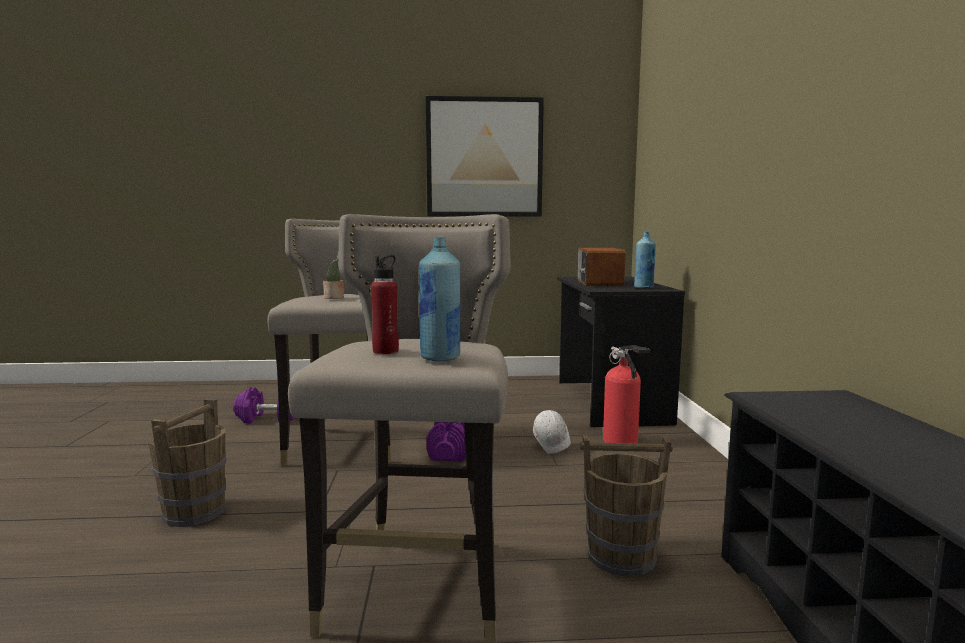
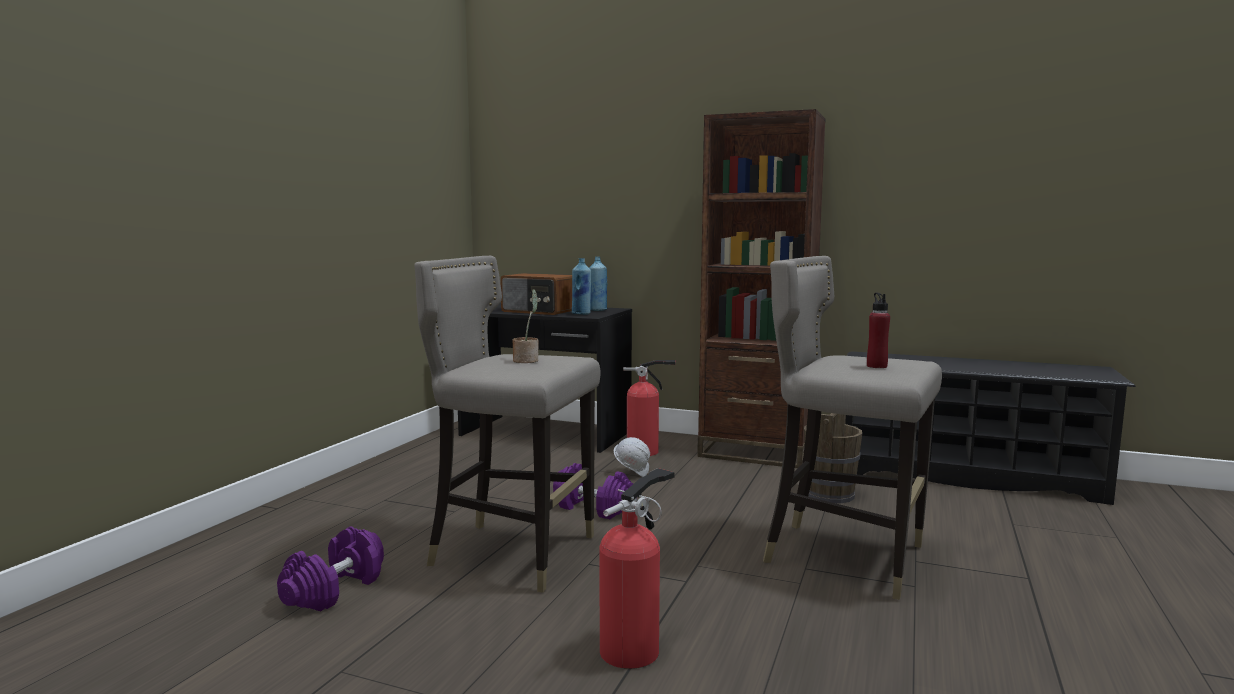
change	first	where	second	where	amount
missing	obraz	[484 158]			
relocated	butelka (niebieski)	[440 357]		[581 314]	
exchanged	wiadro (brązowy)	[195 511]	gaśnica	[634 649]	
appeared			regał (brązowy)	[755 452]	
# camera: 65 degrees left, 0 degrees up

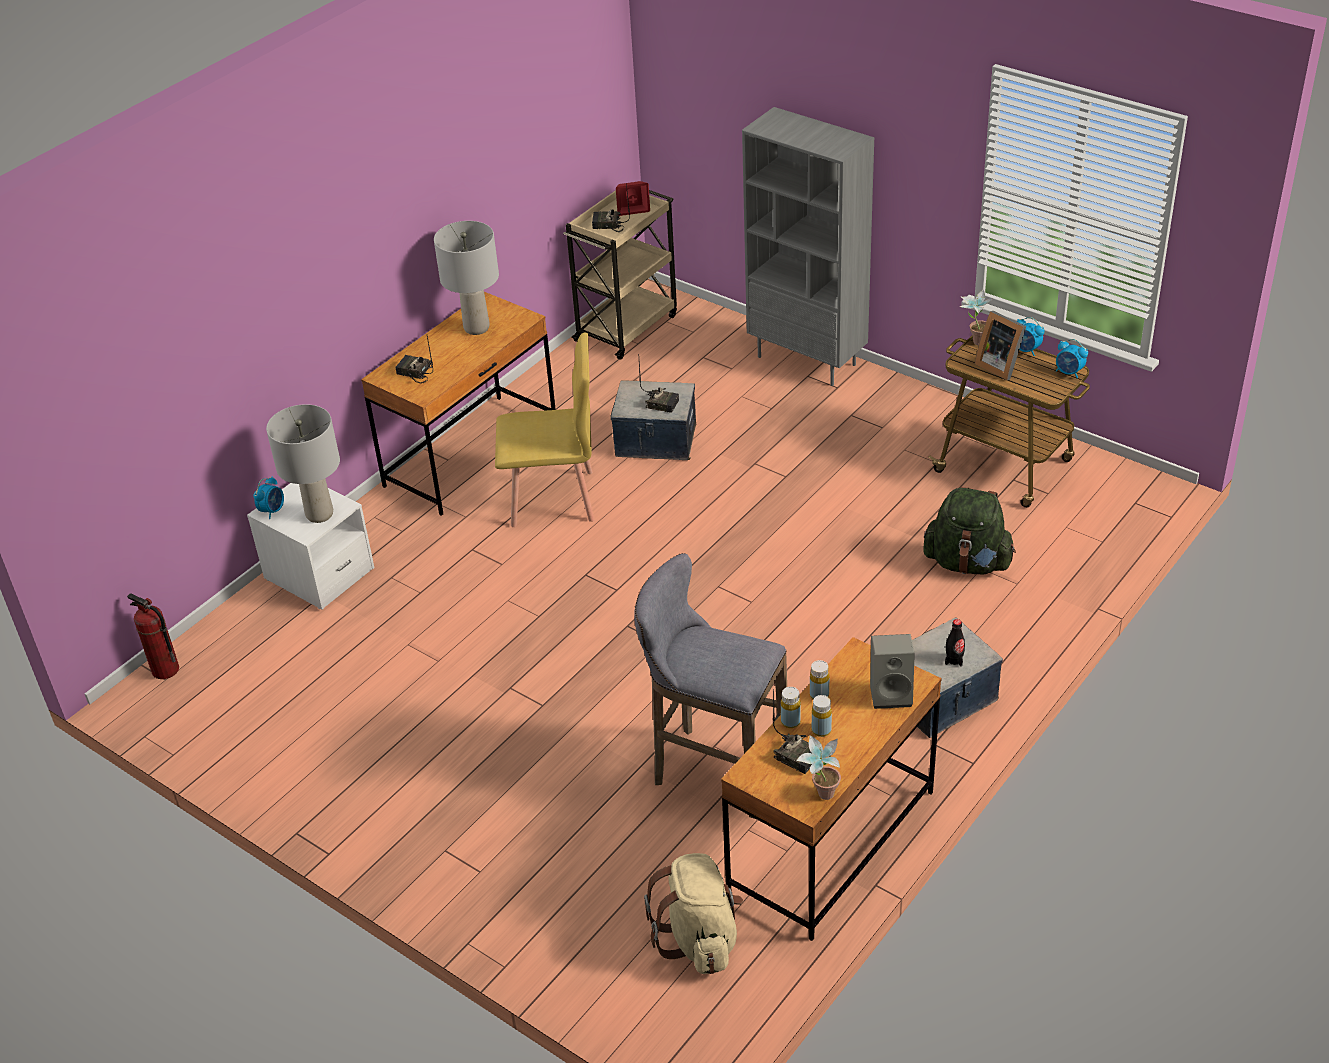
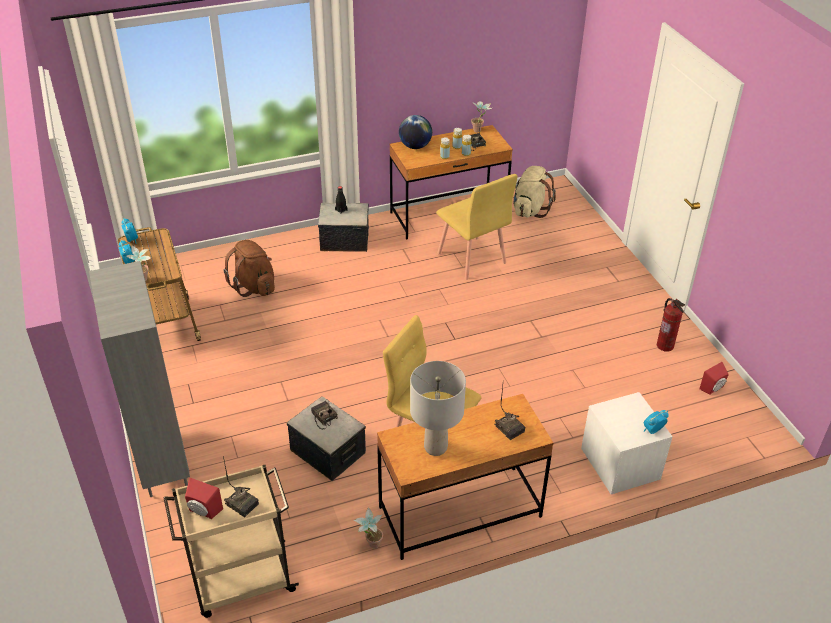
change	first	where	second	where	amount
missing	ramka na zdjęcie	[1000 365]			
missing	lampa stołowa (szary)	[319 514]			
colour	plecak (zielony)	[967 563]	plecak (brązowy)	[254 286]	
exchanged	stołek (szary)	[714 769]	krzesło (żółty)	[471 258]	
relocated	gaśnica	[165 670]		[665 346]	
exchanged	głośnik (szary)	[891 693]	globus	[415 146]	
appeared			głośnik (czerwony)	[713 388]	
appeared			roślina doniczkowa	[370 545]	
# camera: 150 degrees left, 0 degrees up

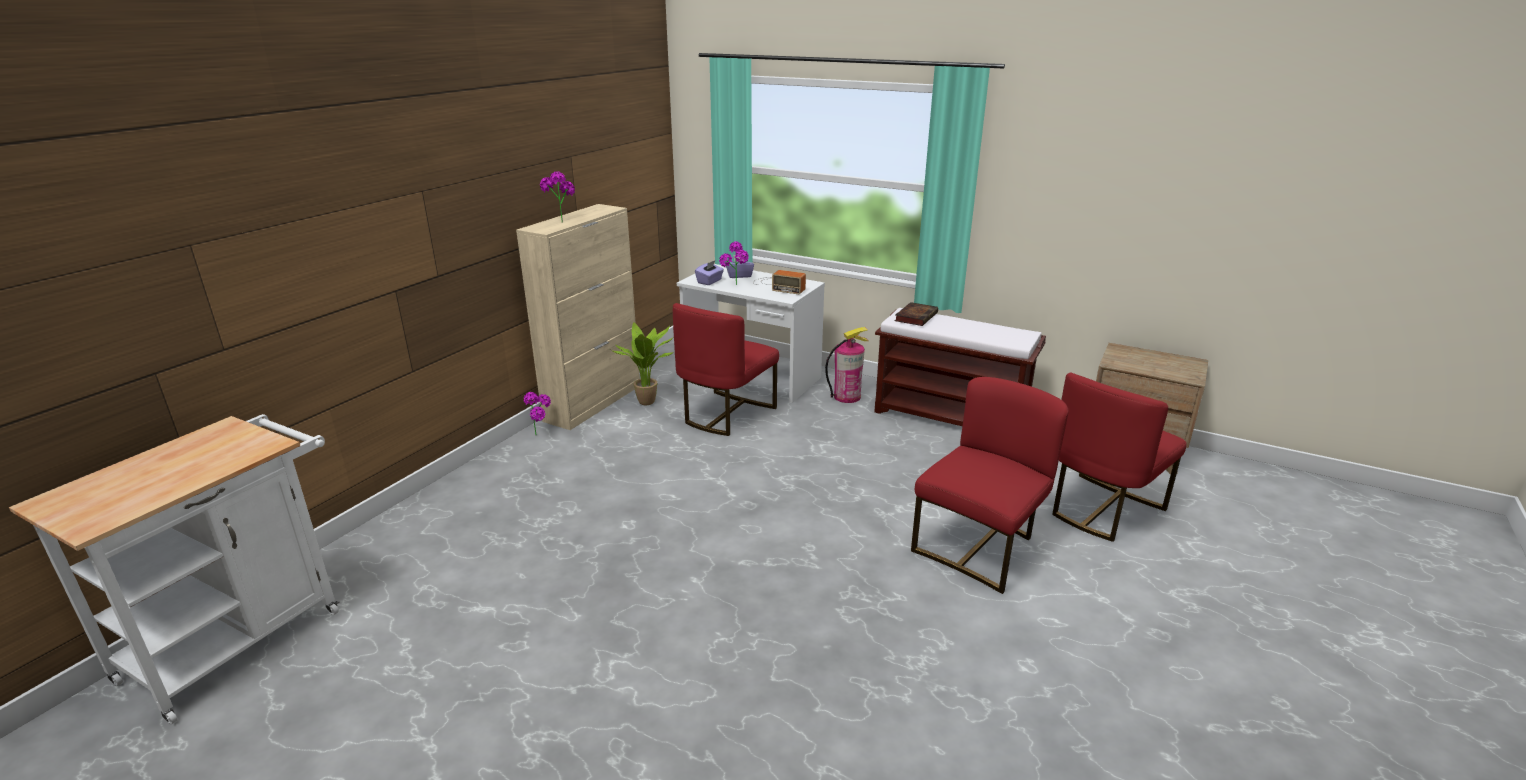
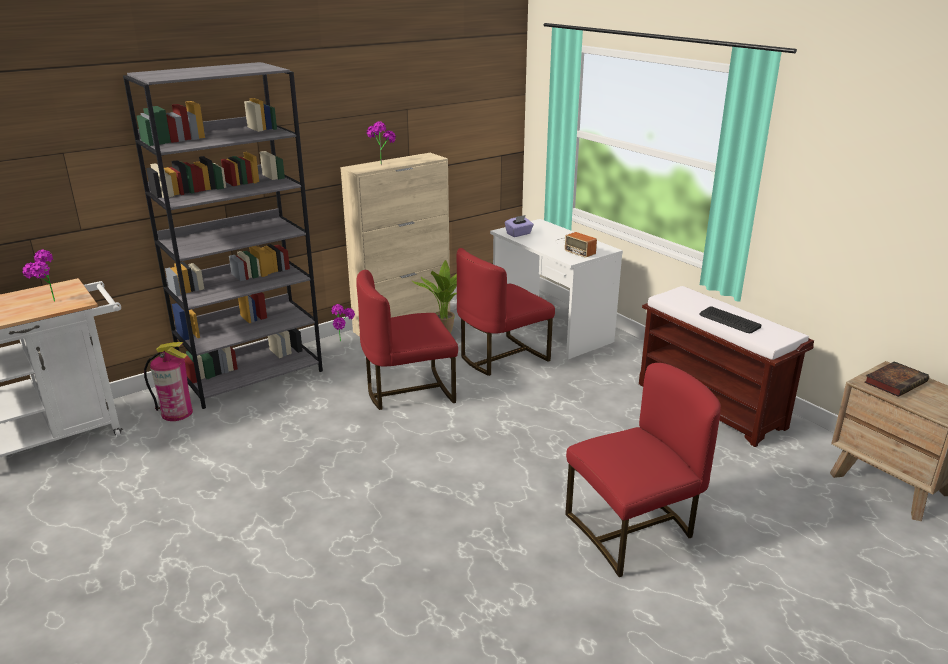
change	first	where	second	where	amount
relocated	roślina doniczkowa	[735 286]		[48 303]	
missing	pudełko chusteczek (fioletowy)	[739 275]			
relocated	książka	[916 317]		[895 382]	
relocated	gaśnica	[847 396]		[177 413]	
relocated	krzesło (czerwony)	[1101 509]		[408 391]	
appeared			regał (szary)	[253 376]	
appeared			klawiatura	[729 321]	
# camera: 25 degrees right, 0 degrees up

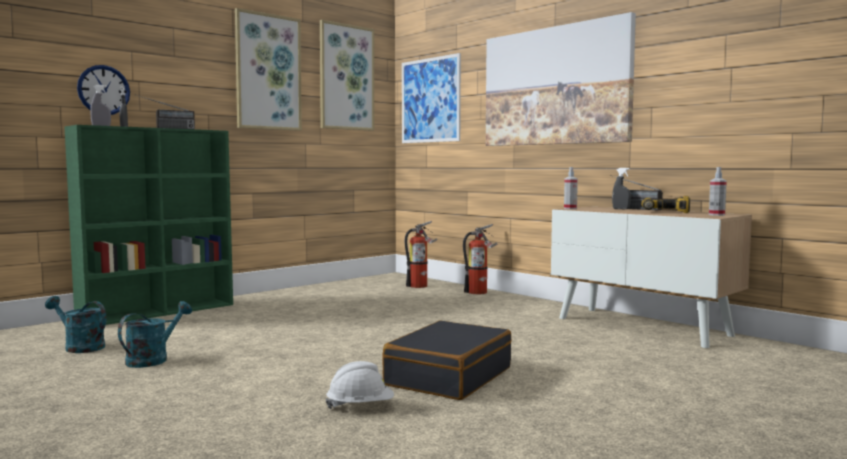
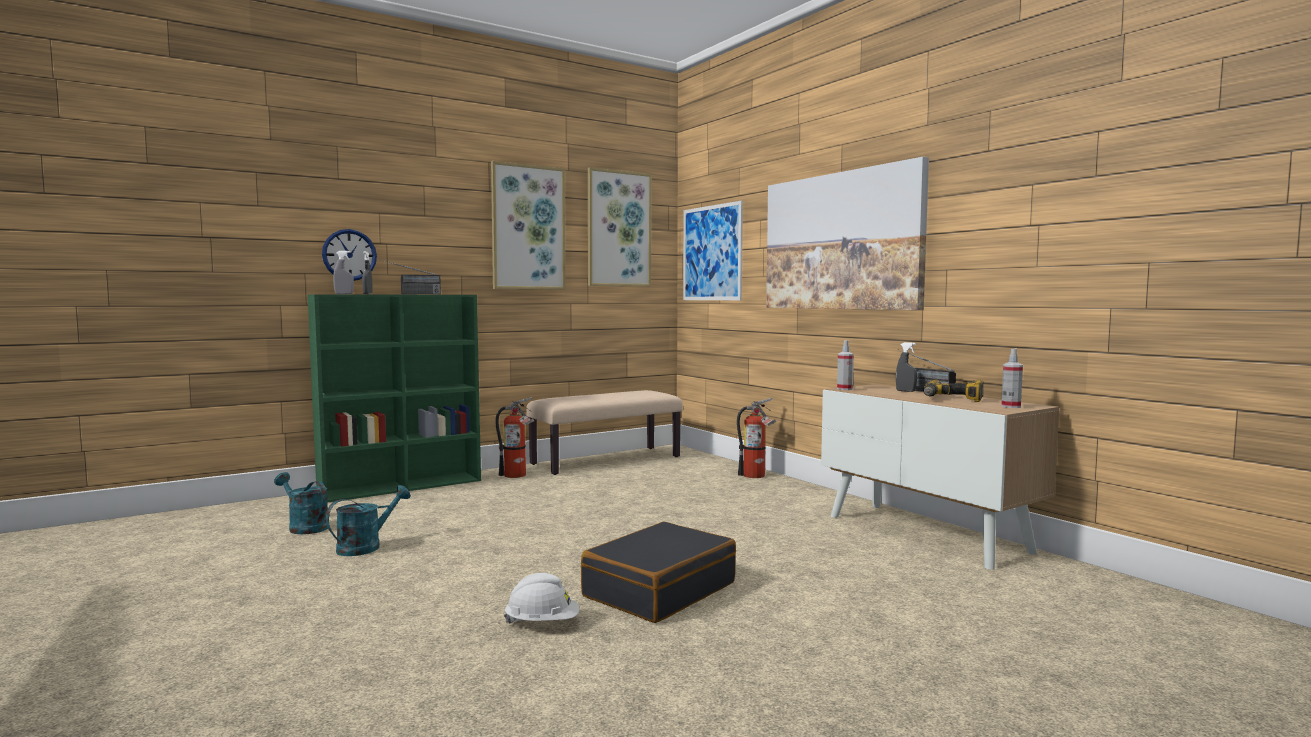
change	first	where	second	where	amount
relocated	gaśnica	[421 286]		[518 475]	
appeared			ławka (beżowy)	[606 460]	
# camera: 10 degrees right, 0 degrees up

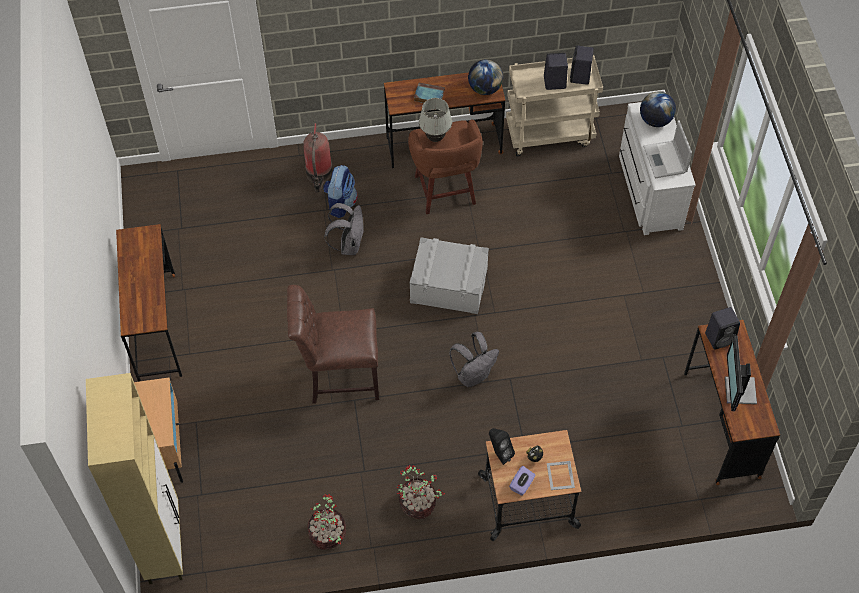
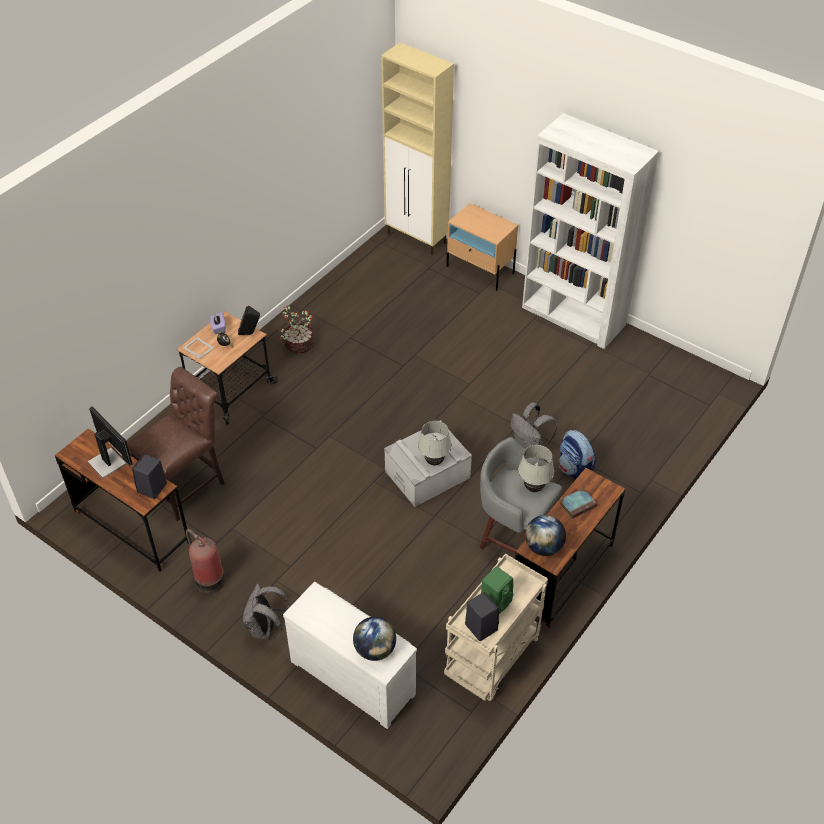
change	first	where	second	where	amount
colour	głośnik (czarny)	[553 82]	głośnik (zielony)	[496 601]	
colour	stołek (brązowy)	[445 192]	stołek (szary)	[513 539]	
missing	laptop	[665 160]			
relocated	gaśnica	[319 175]		[208 579]	
exchanged	biurko (brązowy)	[157 327]	regał (biały)	[573 317]	
relocated	krzesło (brązowy)	[339 376]		[187 485]	
relocated	plecak (szary)	[473 375]		[265 629]	
missing	roślina doniczkowa	[328 534]			
appeared			lampa stołowa (biały)	[434 462]	
# camera: 135 degrees right, 10 degrees down

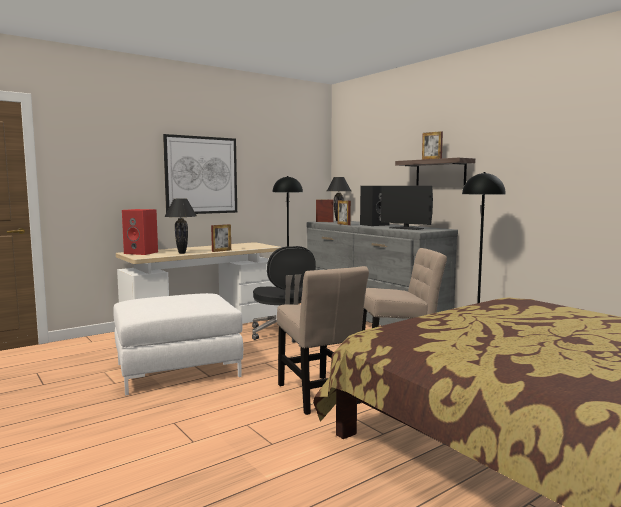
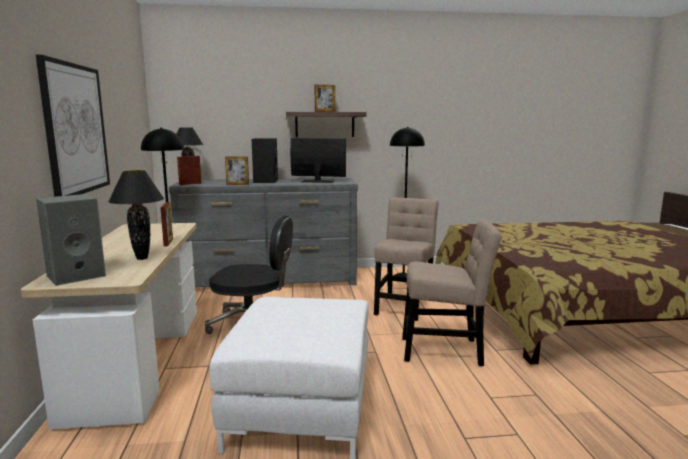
change	first	where	second	where	amount
spun	monitor	[406 228]		[317 181]	150 degrees counterclockwise
colour	głośnik (czerwony)	[142 253]	głośnik (szary)	[77 275]	
# camera: 60 degrees left, 5 degrees up

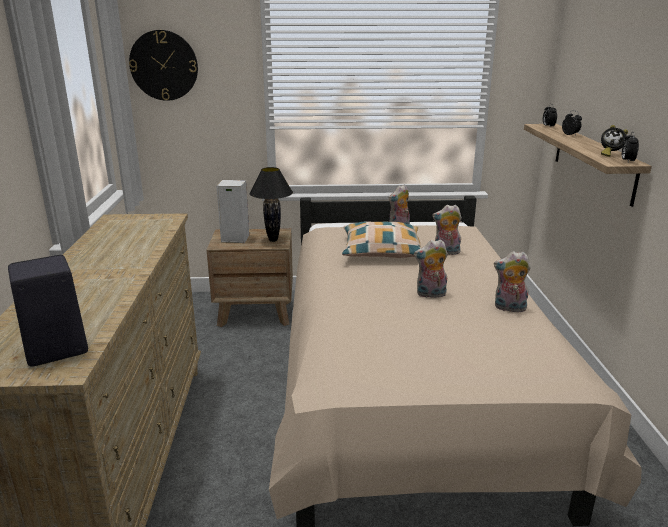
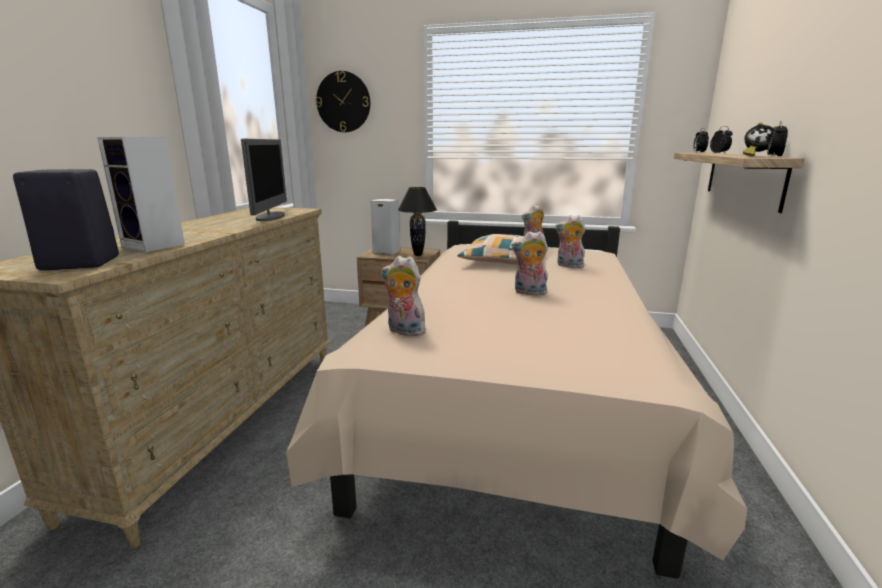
change	first	where	second	where	amount
relocated	pluszak	[509 308]		[403 331]	
appeared			głośnik	[156 246]	
appeared			monitor	[270 217]	
# camera: 15 degrees right, 5 degrees down

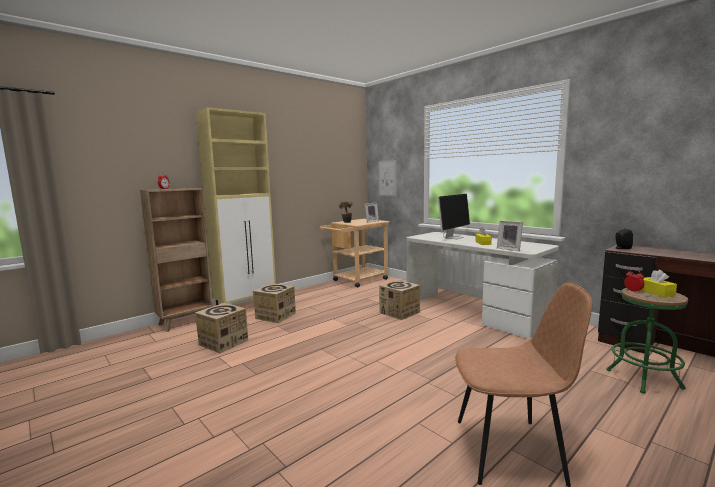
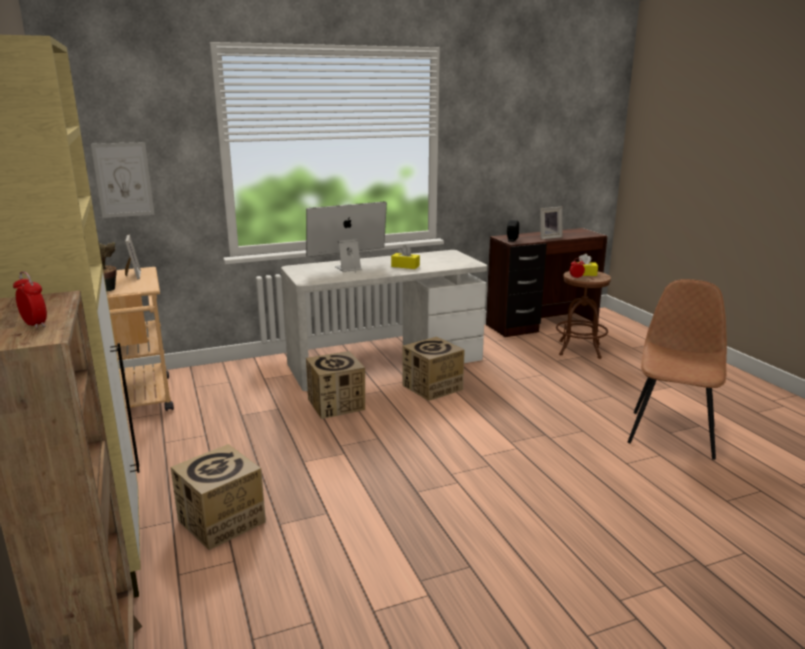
change	first	where	second	where	amount
spun	monitor	[453 237]		[347 268]	90 degrees counterclockwise
relocated	ramka na zdjęcie	[509 249]		[548 237]	
colour	stołek (zielony)	[643 379]	stołek (brązowy)	[579 349]	
relocated	karton	[223 342]		[432 387]	
# camera: 70 degrees left, 10 degrees up

